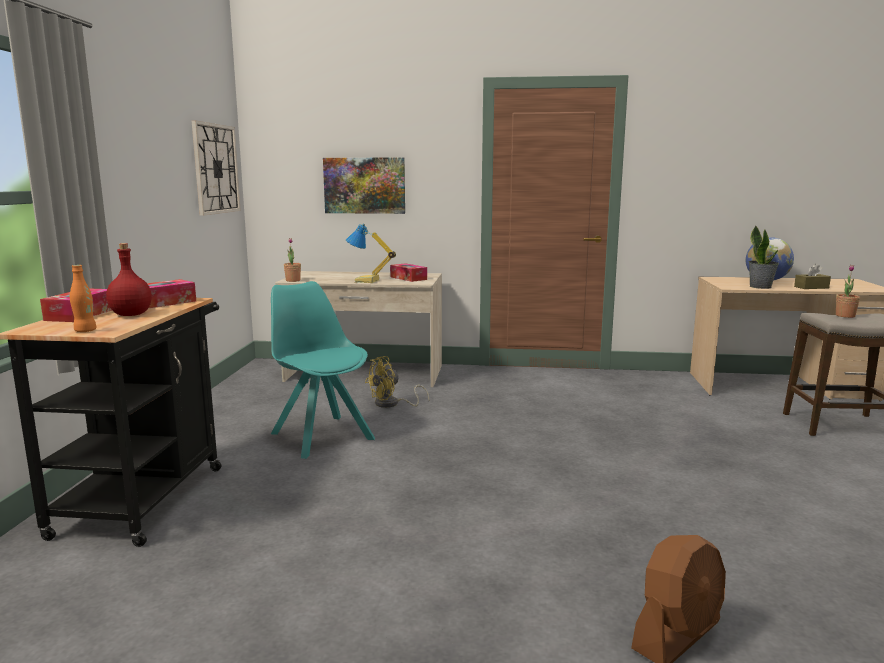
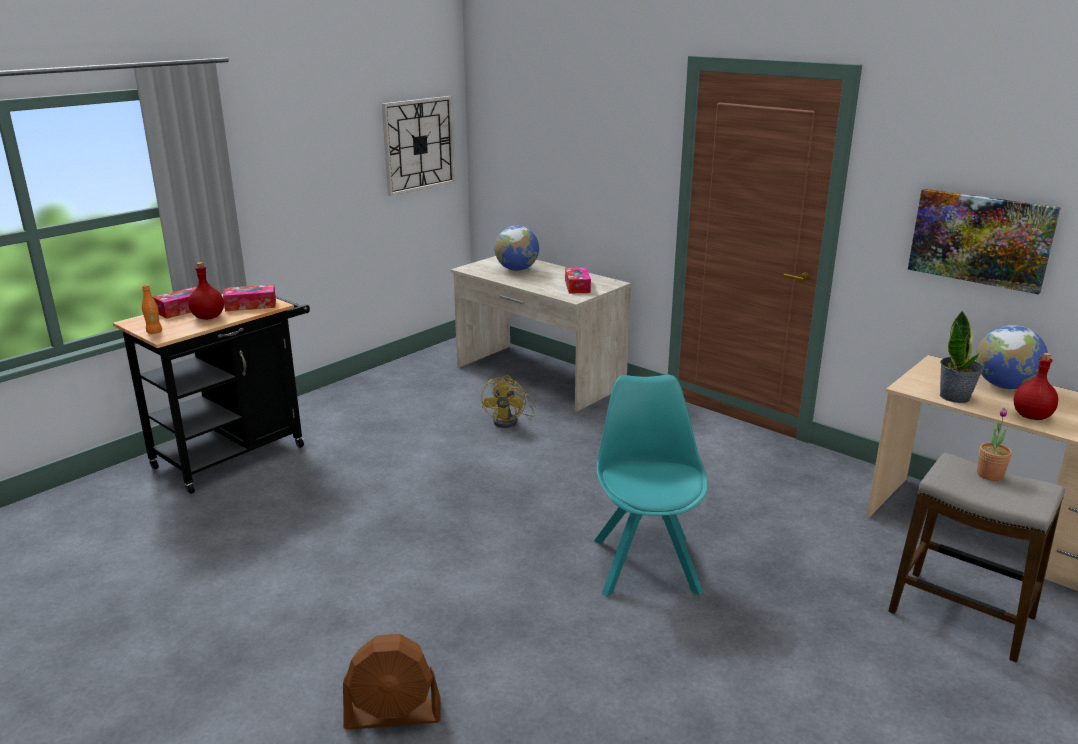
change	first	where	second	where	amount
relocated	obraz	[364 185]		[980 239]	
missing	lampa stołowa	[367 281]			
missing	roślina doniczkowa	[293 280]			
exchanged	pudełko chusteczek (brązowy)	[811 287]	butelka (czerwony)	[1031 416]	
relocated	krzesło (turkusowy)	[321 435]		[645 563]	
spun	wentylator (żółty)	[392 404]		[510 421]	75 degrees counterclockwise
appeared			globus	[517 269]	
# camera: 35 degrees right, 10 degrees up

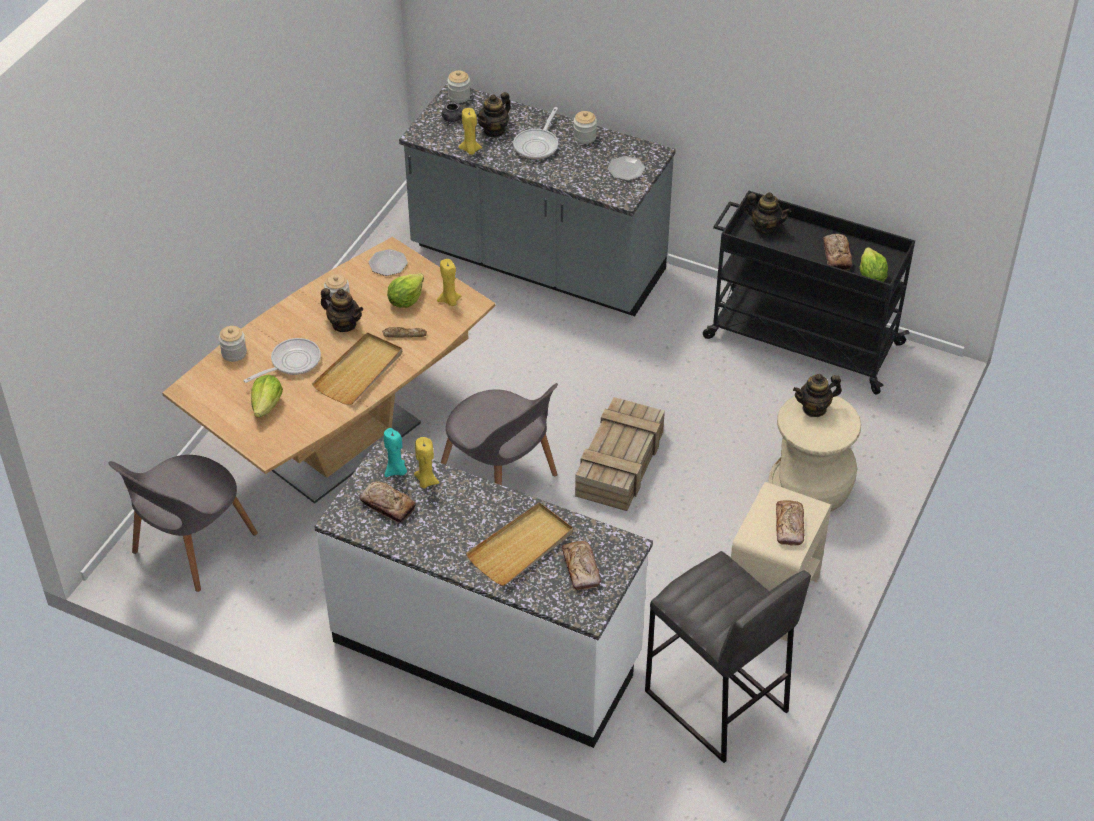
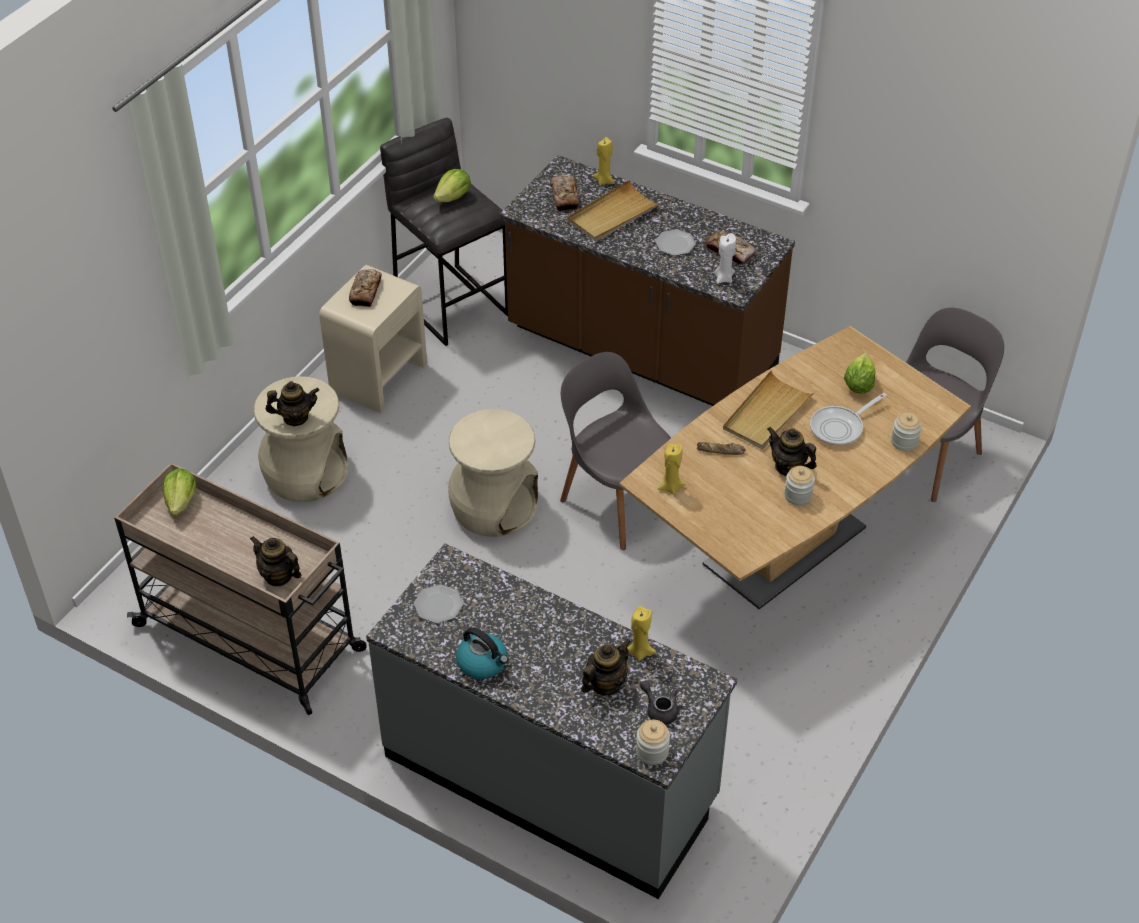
change	first	where	second	where	amount
missing	patelnia	[537 145]			
exchanged	słoik	[584 137]	czajnik	[483 663]	
colour	wózek (czarny)	[801 340]	wózek (beżowy)	[252 639]	
missing	chleb	[836 256]			
relocated	talerz	[387 264]		[675 244]	
relocated	sałata	[405 300]		[453 197]	
exchanged	skrzynka	[619 465]	stołek (beżowy)	[494 506]	
colour	świeca (turkusowy)	[396 471]	świeca (biały)	[724 278]	
relocated	świeca (żółty)	[426 481]		[604 180]	
colour	zabudowa kuchenna (biały)	[487 649]	zabudowa kuchenna (brązowy)	[641 352]	
# camera: 175 degrees left, 0 degrees up

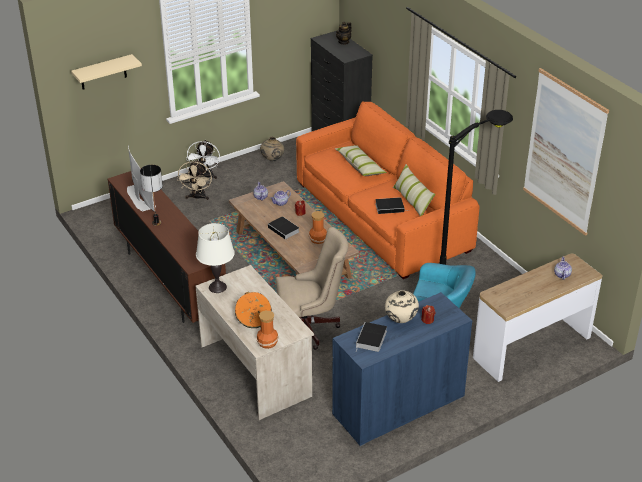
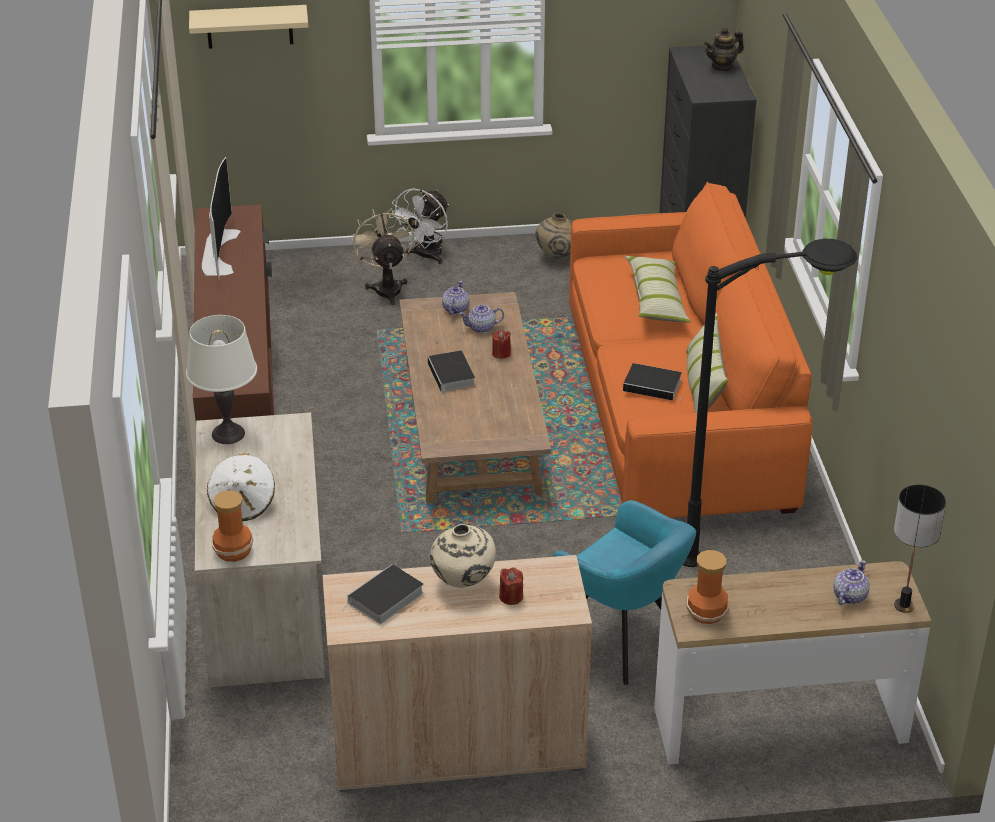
change	first	where	second	where	amount
missing	obraz	[564 152]			
spun	wentylator (beżowy)	[197 197]		[386 287]	135 degrees clockwise
relocated	lampa stołowa	[156 223]		[903 606]	
relocated	wazon	[318 239]		[706 611]	
missing	krzesło biurowe (beżowy)	[310 328]			
colour	kapelusz (pomarańczowy)	[253 319]	kapelusz (biały)	[243 504]	
colour	szafka (niebieski)	[398 406]	szafka (beżowy)	[457 745]	
# camera: 25 degrees right, 0 degrees up

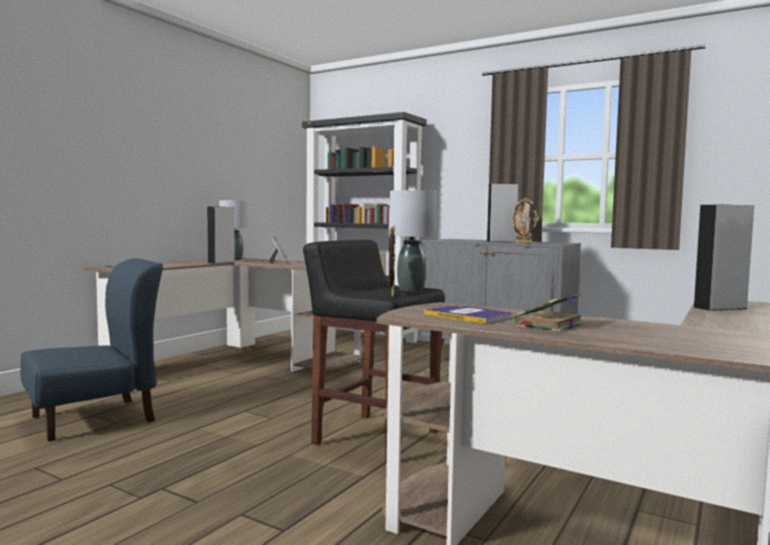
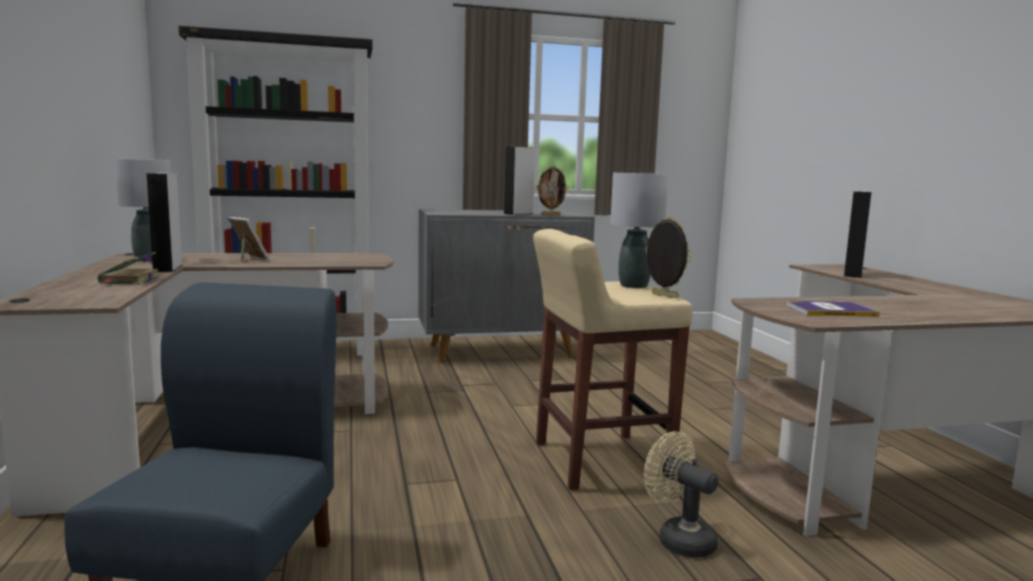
change	first	where	second	where	amount
colour	stołek (czarny)	[374 437]	stołek (beżowy)	[598 461]	
relocated	książka	[548 325]		[129 280]	
appeared			wentylator (beżowy)	[678 539]	
# camera: 45 degrees left, 5 degrees up

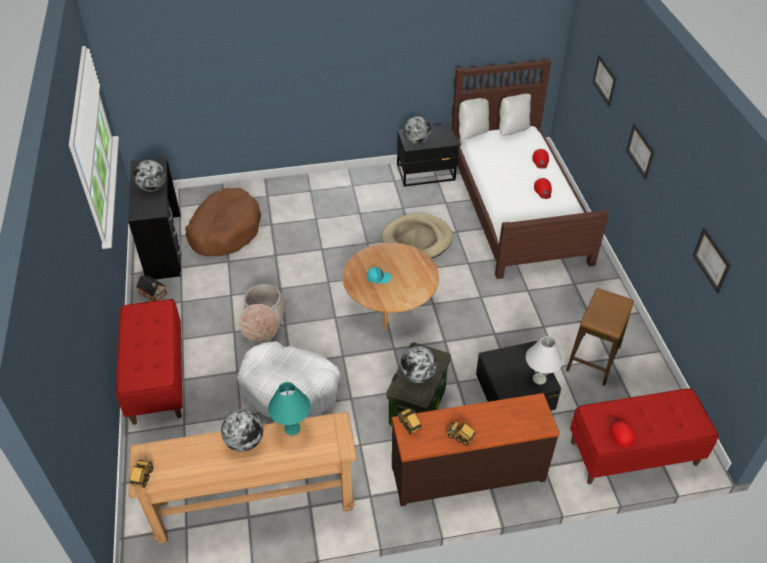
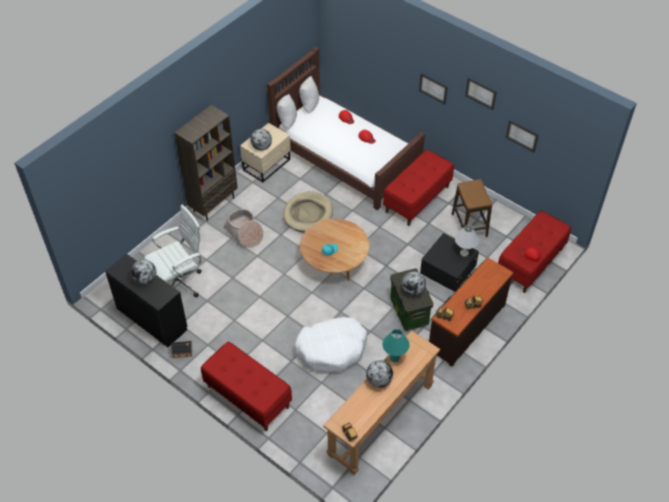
change	first	where	second	where	amount
relocated	obraz	[604 80]		[481 93]	
colour	szafka nocna (czarny)	[427 173]	szafka nocna (beżowy)	[267 164]	
exchanged	legowisko (brązowy)	[225 230]	krzesło biurowe (biały)	[180 282]	
relocated	koszyk	[263 320]		[244 233]	
appeared			regał (brązowy)	[213 204]	
appeared			ławka (czerwony)	[417 199]	
# camera: 40 degrees left, 5 degrees up

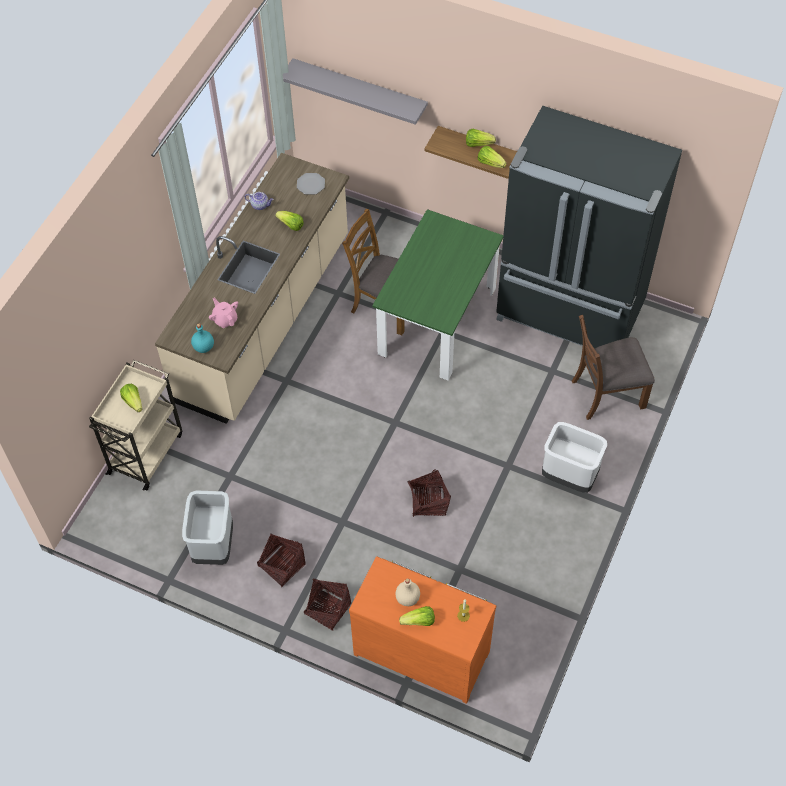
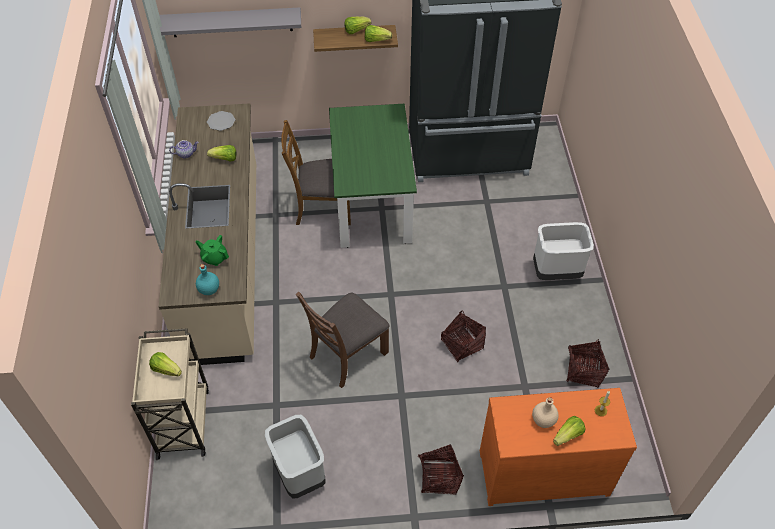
change	first	where	second	where	amount
colour	imbryk (różowy)	[225 319]	imbryk (zielony)	[214 258]	
relocated	krzesło (brązowy)	[607 393]		[347 354]	
relocated	koszyk	[281 565]		[583 371]	
# camera: 30 degrees left, 5 degrees down

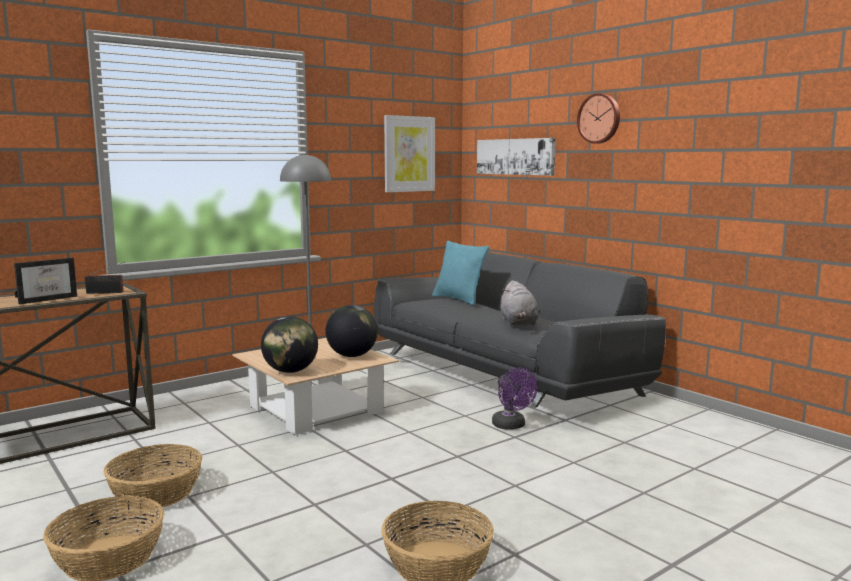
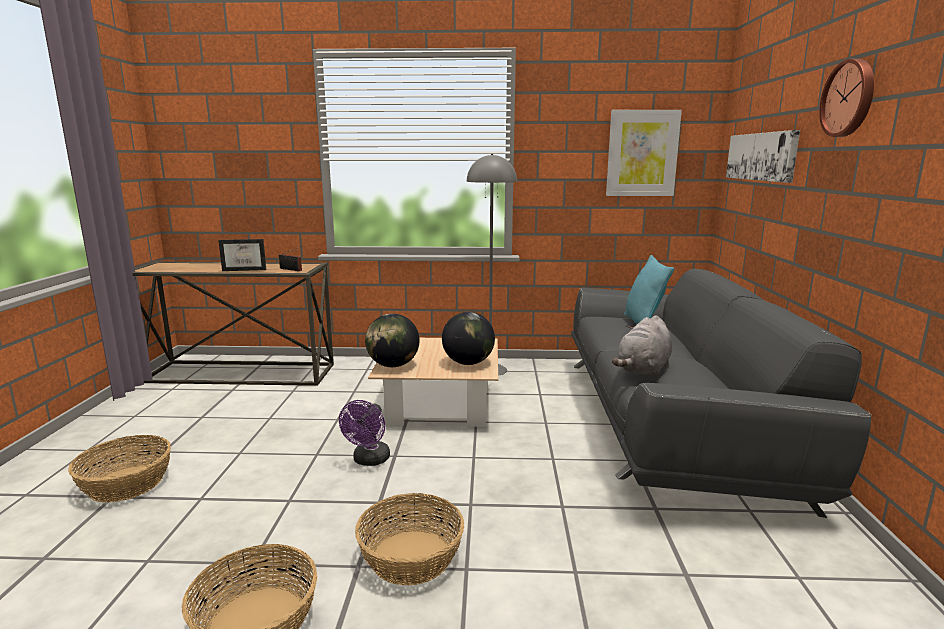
change	first	where	second	where	amount
relocated	wentylator (fioletowy)	[511 426]		[369 461]	
relocated	koszyk	[156 493]		[411 556]	
# camera: 40 degrees right, 5 degrees up

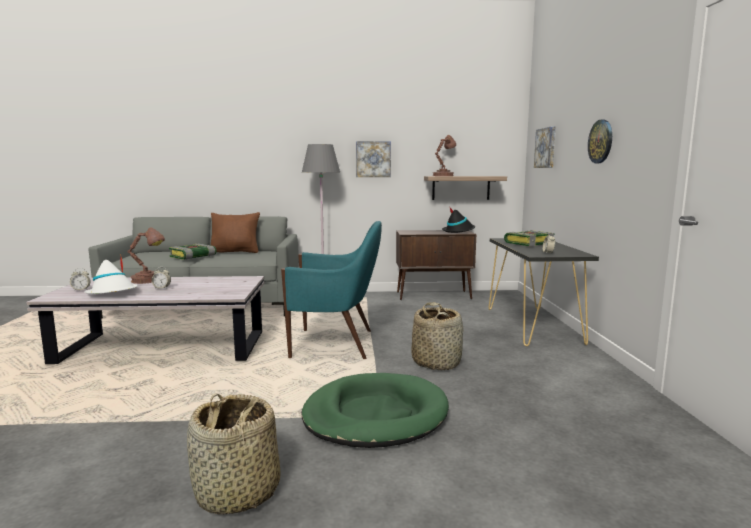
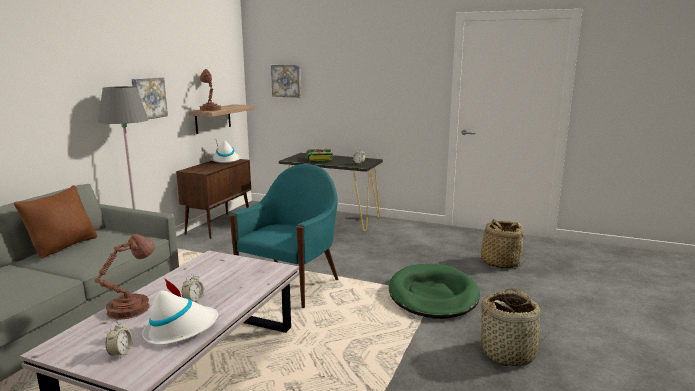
change	first	where	second	where	amount
missing	zegar ścienny	[601 141]			
colour	kapelusz (czarny)	[458 231]	kapelusz (biały)	[225 160]	
missing	książka	[192 257]			
relocated	koszyk	[436 362]		[499 262]	
# camera: 65 degrees left, 5 degrees up

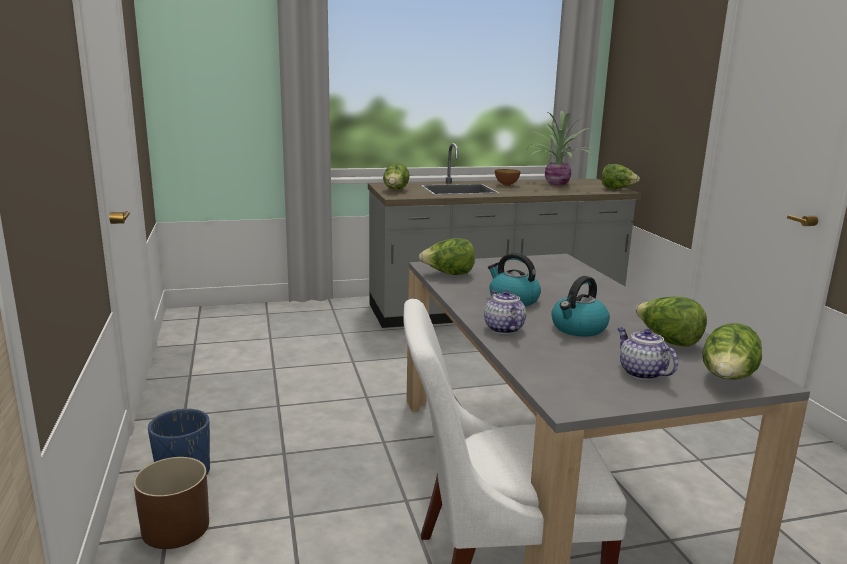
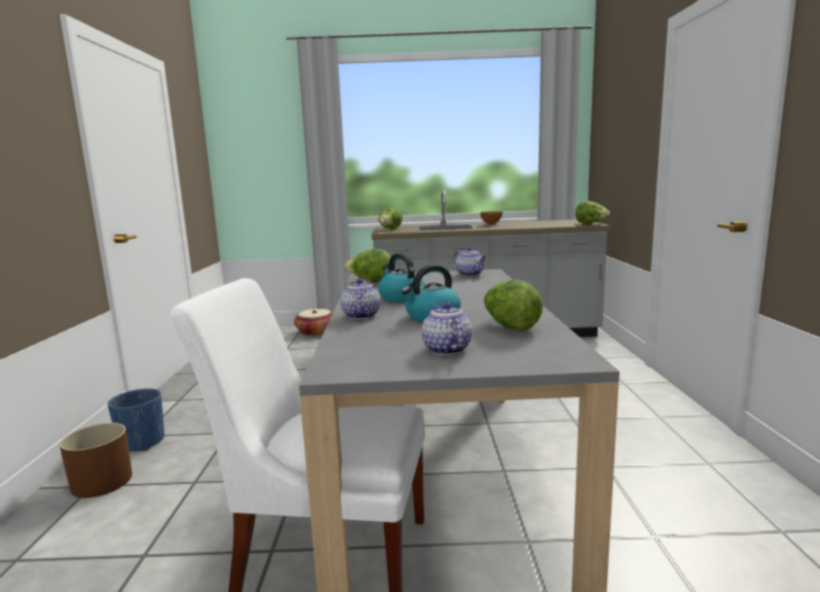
change	first	where	second	where	amount
missing	roślina doniczkowa	[555 184]			
missing	sałata	[727 380]			
appeared			imbryk	[470 274]	
appeared			koszyk	[316 332]	
# camera: 15 degrees right, 5 degrees down

